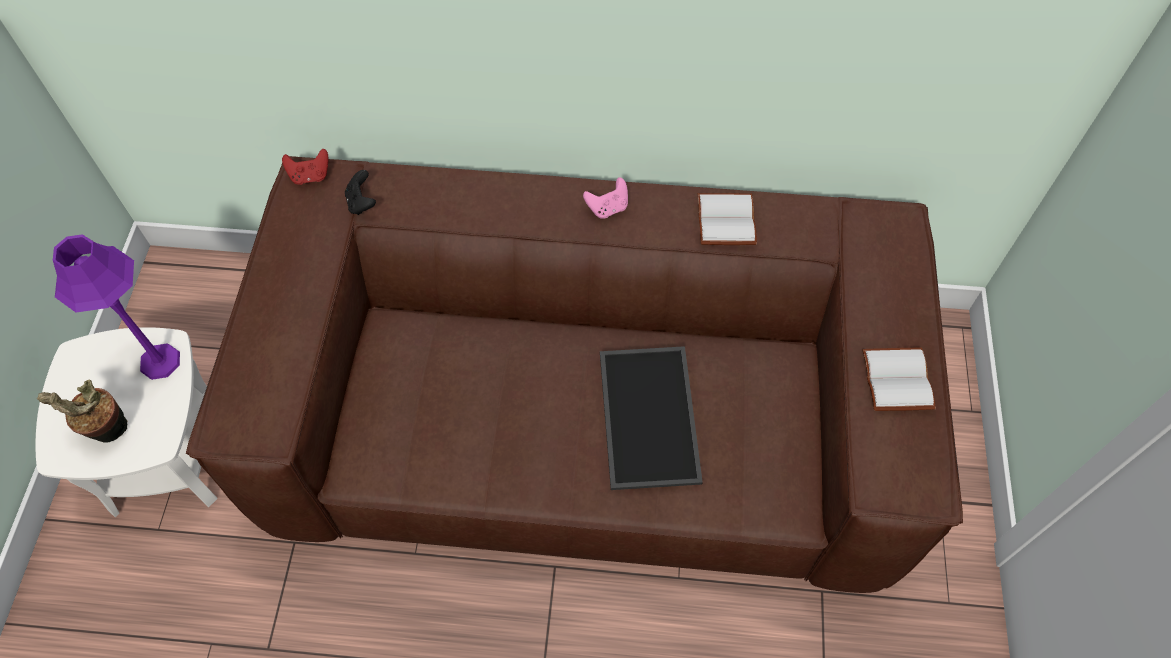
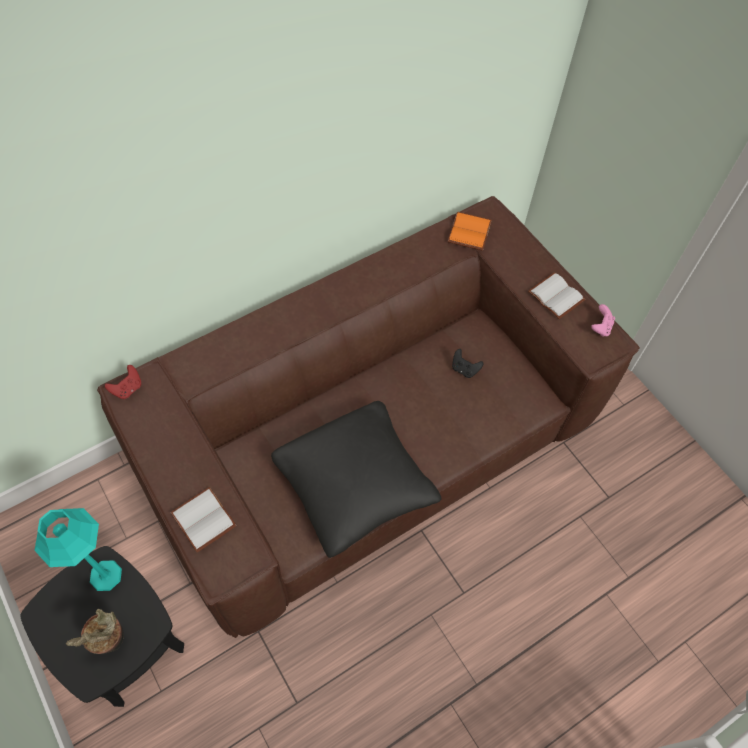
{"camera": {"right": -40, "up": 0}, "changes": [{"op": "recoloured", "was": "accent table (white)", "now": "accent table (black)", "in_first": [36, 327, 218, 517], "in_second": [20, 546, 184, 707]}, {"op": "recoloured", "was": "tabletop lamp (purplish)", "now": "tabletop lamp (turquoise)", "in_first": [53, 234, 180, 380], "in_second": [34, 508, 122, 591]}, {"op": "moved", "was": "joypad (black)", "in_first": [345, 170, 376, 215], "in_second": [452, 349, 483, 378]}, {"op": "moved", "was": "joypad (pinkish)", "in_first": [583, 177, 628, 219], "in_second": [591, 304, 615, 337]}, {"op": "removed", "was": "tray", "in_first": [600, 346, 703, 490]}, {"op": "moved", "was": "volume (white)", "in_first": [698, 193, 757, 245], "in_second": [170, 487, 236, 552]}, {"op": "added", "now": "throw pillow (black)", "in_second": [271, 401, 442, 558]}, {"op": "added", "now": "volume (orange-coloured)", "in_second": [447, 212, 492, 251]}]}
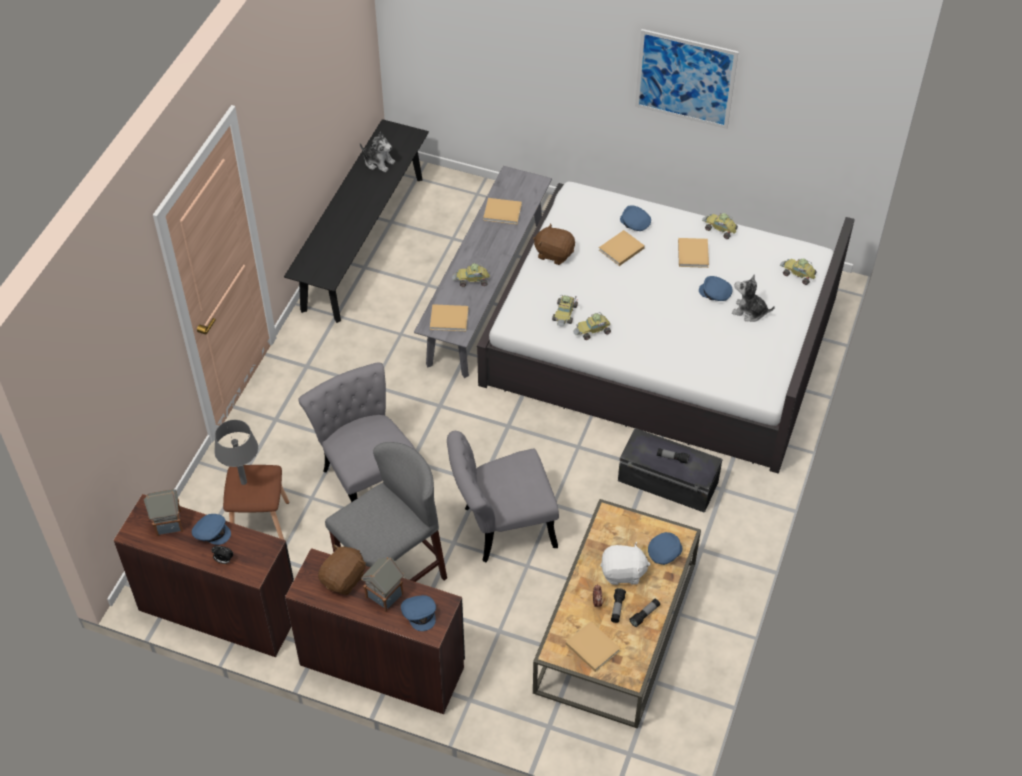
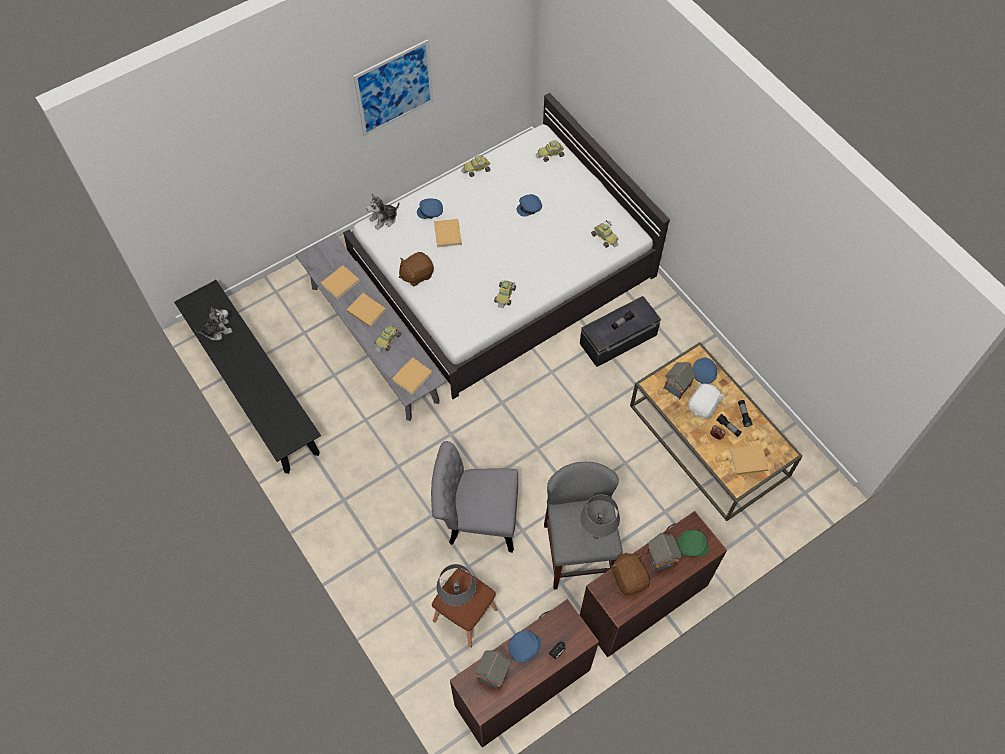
{"camera": {"right": -55, "up": 10}, "changes": [{"op": "recoloured", "was": "baseball cap (blue-coloured)", "now": "baseball cap (green)", "in_first": [401, 595, 436, 631], "in_second": [677, 530, 709, 557]}, {"op": "removed", "was": "plain chair (greyish)", "in_first": [447, 431, 559, 562]}, {"op": "moved", "was": "toy car", "in_first": [552, 295, 578, 326], "in_second": [591, 220, 619, 248]}, {"op": "moved", "was": "volume (beige-coloured)", "in_first": [678, 238, 709, 268], "in_second": [346, 293, 386, 327]}, {"op": "moved", "was": "soft toy", "in_first": [732, 274, 775, 322], "in_second": [366, 194, 399, 230]}, {"op": "added", "now": "tabletop lamp (greyish)", "in_second": [580, 495, 620, 539]}, {"op": "added", "now": "model house", "in_second": [664, 362, 696, 399]}]}
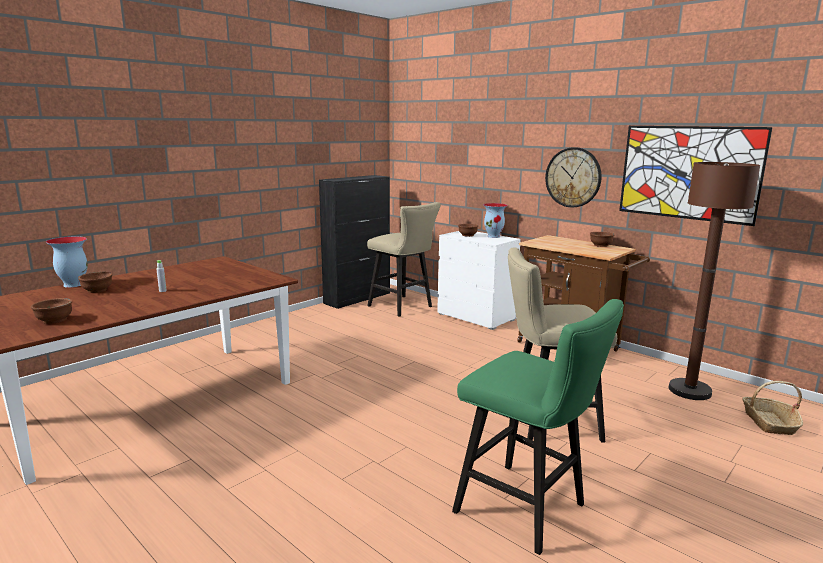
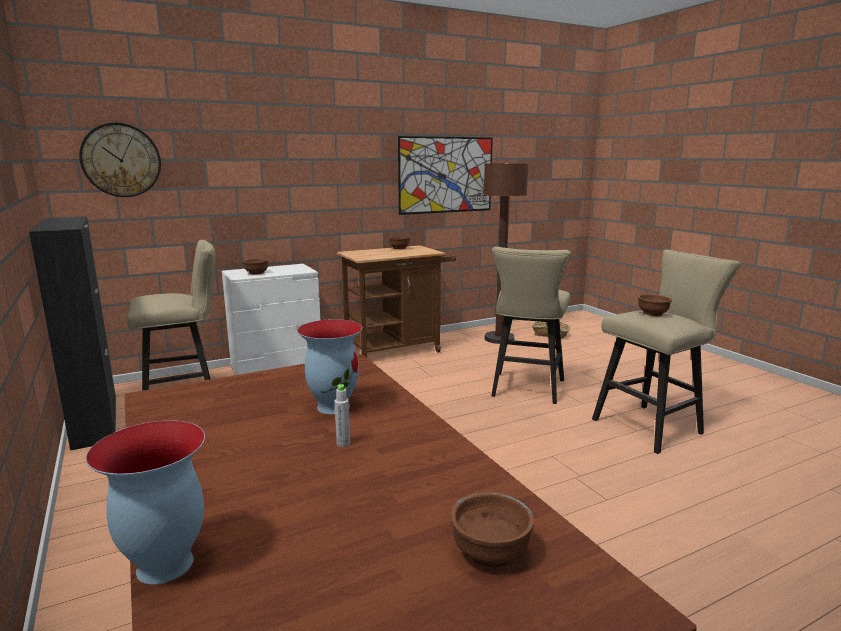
{"camera": {"right": -70, "up": 0}, "changes": [{"op": "moved", "was": "bowl (brown-coloured)", "in_first": [78, 272, 112, 293], "in_second": [638, 294, 672, 316]}, {"op": "recoloured", "was": "sitting stool (green)", "now": "sitting stool (beige-coloured)", "in_first": [452, 299, 624, 555], "in_second": [592, 249, 740, 454]}, {"op": "moved", "was": "vase", "in_first": [483, 203, 508, 238], "in_second": [297, 319, 362, 414]}, {"op": "moved", "was": "hanging clock", "in_first": [545, 147, 602, 208], "in_second": [79, 123, 161, 197]}]}
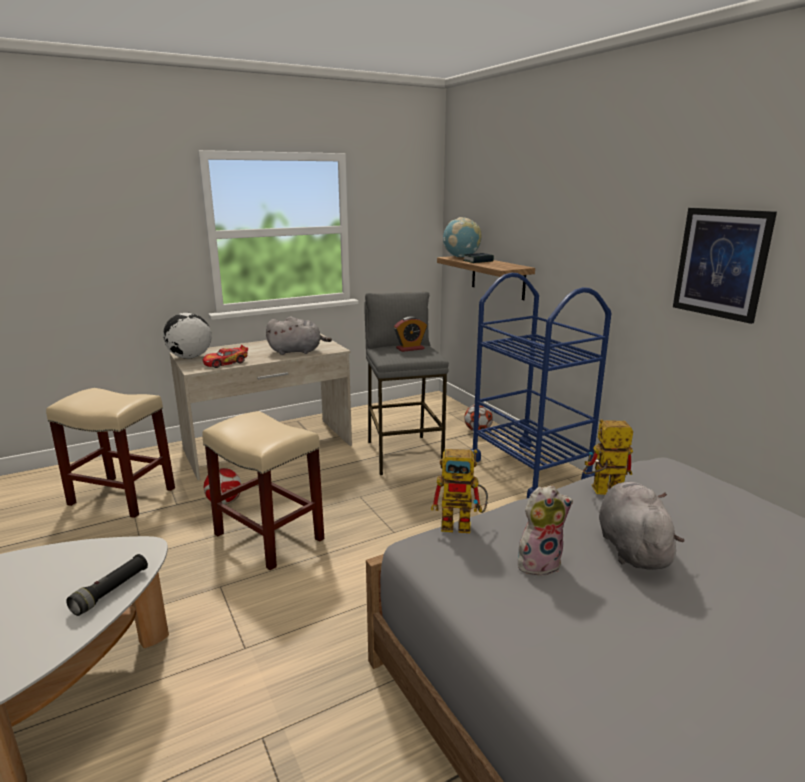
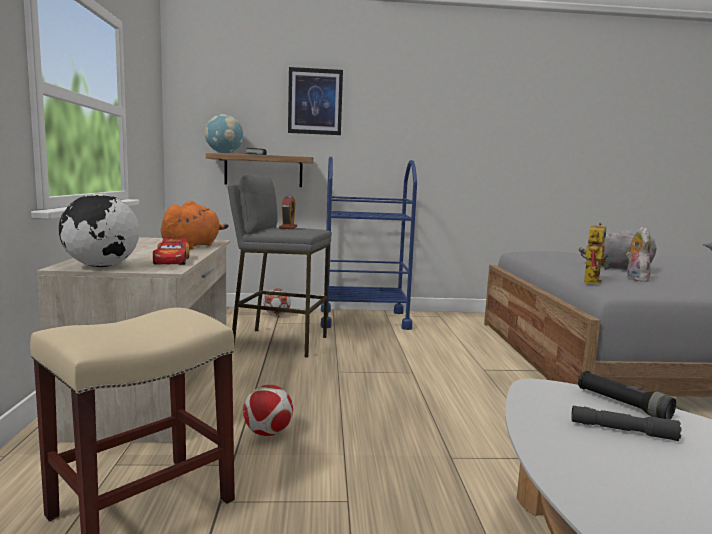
{"camera": {"right": -65, "up": -10}, "changes": [{"op": "removed", "was": "sitting stool (beige-coloured)", "in_first": [202, 411, 324, 571]}, {"op": "recoloured", "was": "soft toy (greyish)", "now": "soft toy (orange-coloured)", "in_first": [266, 317, 332, 355], "in_second": [161, 200, 229, 249]}, {"op": "removed", "was": "robot figure", "in_first": [583, 419, 633, 495]}, {"op": "moved", "was": "wall art", "in_first": [673, 208, 777, 324], "in_second": [288, 67, 343, 135]}, {"op": "added", "now": "flashlight (greyish)", "in_second": [571, 406, 682, 441]}]}
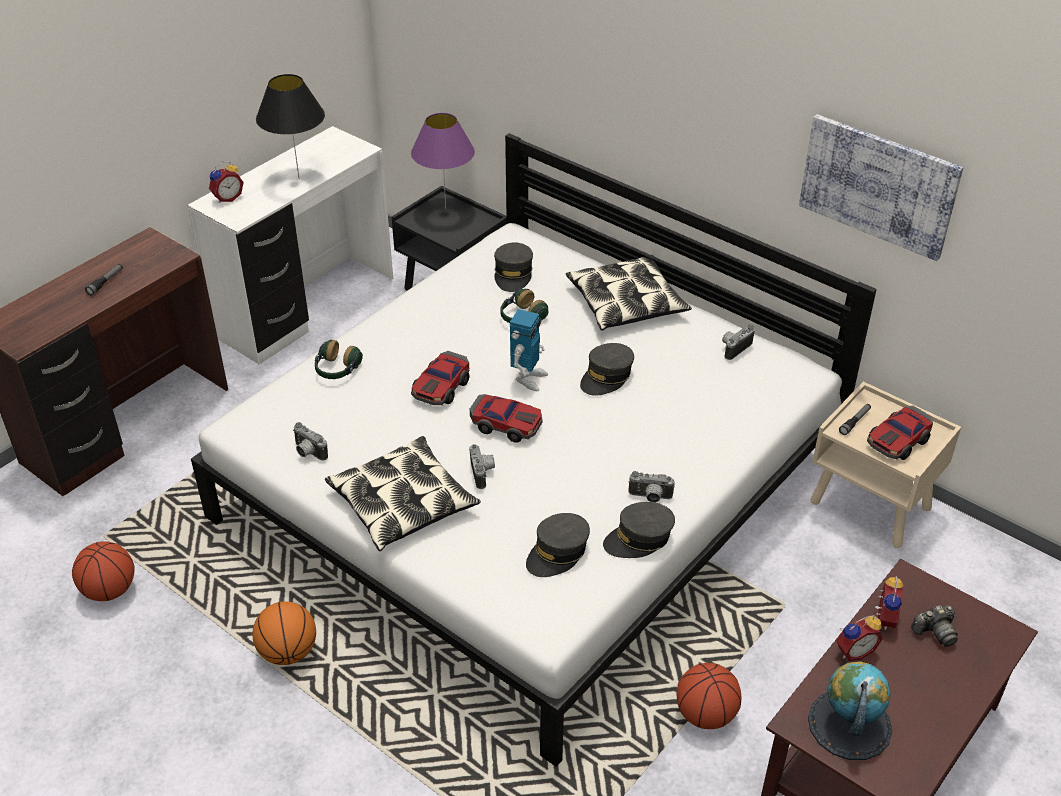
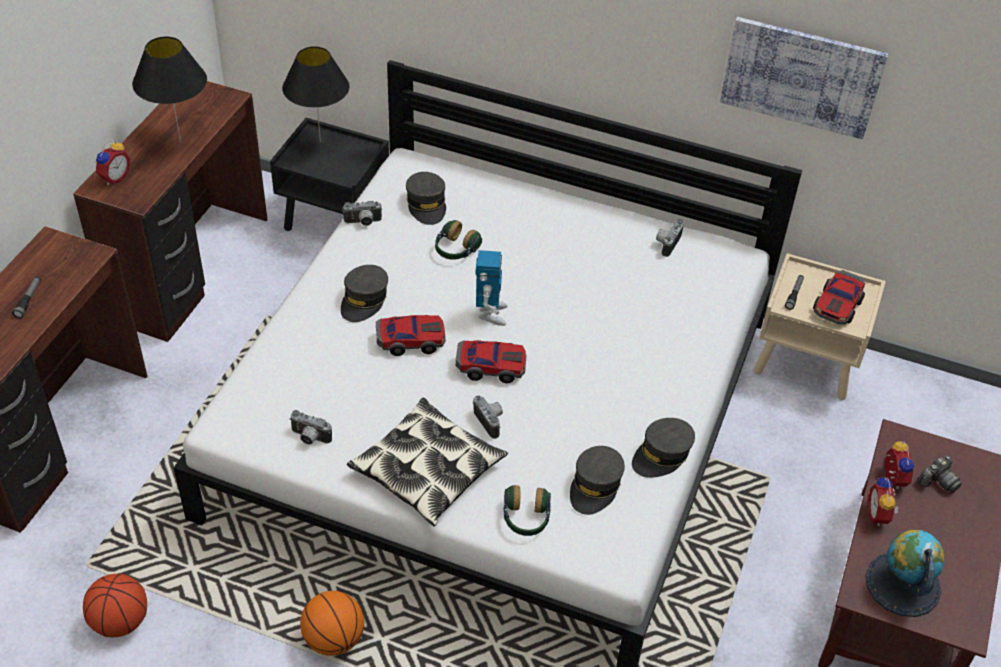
{"camera": {"right": -20, "up": 5}, "changes": [{"op": "recoloured", "was": "desk table (white)", "now": "desk table (brown-coloured)", "in_first": [187, 126, 393, 364], "in_second": [73, 81, 268, 342]}, {"op": "moved", "was": "headphones", "in_first": [315, 340, 363, 379], "in_second": [504, 485, 551, 536]}, {"op": "recoloured", "was": "tabletop lamp (purplish)", "now": "tabletop lamp (black)", "in_first": [411, 113, 475, 209], "in_second": [282, 46, 349, 142]}, {"op": "turned", "was": "toy car", "in_first": [411, 351, 469, 405], "in_second": [376, 315, 446, 356], "clockwise": -105}, {"op": "removed", "was": "throw pillow", "in_first": [566, 255, 692, 331]}, {"op": "moved", "was": "baseball cap (greyish)", "in_first": [580, 343, 634, 396], "in_second": [341, 265, 388, 322]}, {"op": "moved", "was": "photo camera", "in_first": [628, 471, 675, 503], "in_second": [343, 201, 382, 226]}, {"op": "removed", "was": "basketball ball", "in_first": [677, 663, 741, 729]}, {"op": "turned", "was": "bedside clock", "in_first": [836, 615, 883, 661], "in_second": [868, 477, 899, 526], "clockwise": 135}]}
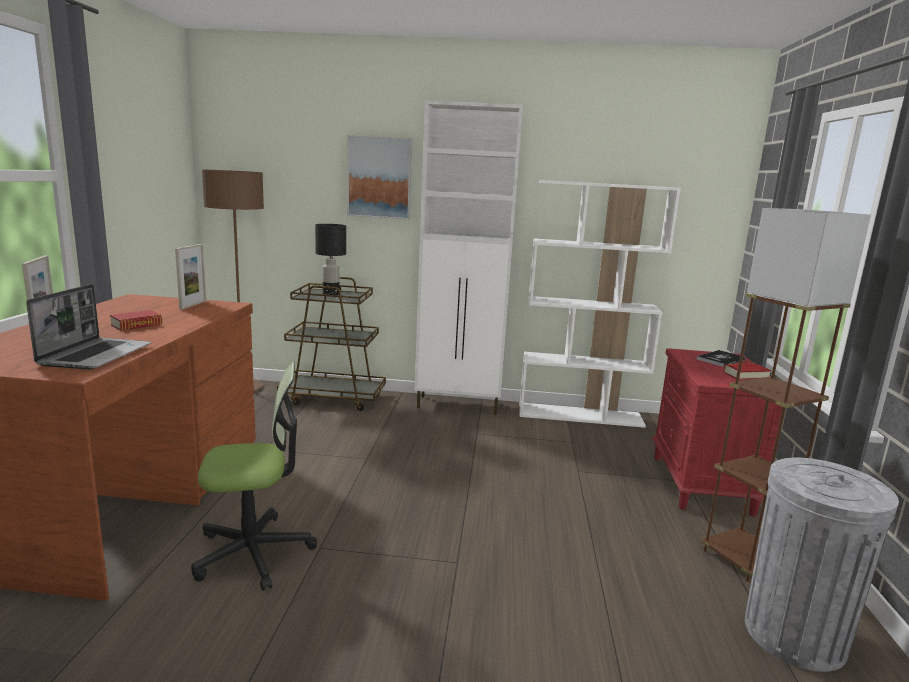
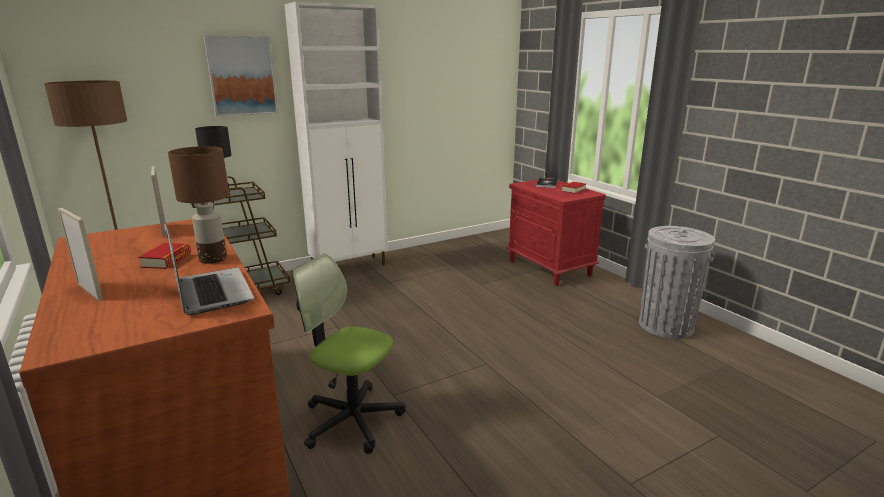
{"camera": {"right": -35, "up": 5}, "changes": [{"op": "turned", "was": "desk chair", "in_first": [191, 362, 317, 591], "in_second": [292, 254, 406, 454], "clockwise": -105}, {"op": "removed", "was": "bookcase (white)", "in_first": [519, 180, 681, 428]}, {"op": "removed", "was": "standing lamp (brown-coloured)", "in_first": [701, 208, 871, 582]}, {"op": "added", "now": "tabletop lamp (brown-coloured)", "in_second": [168, 146, 229, 264]}]}
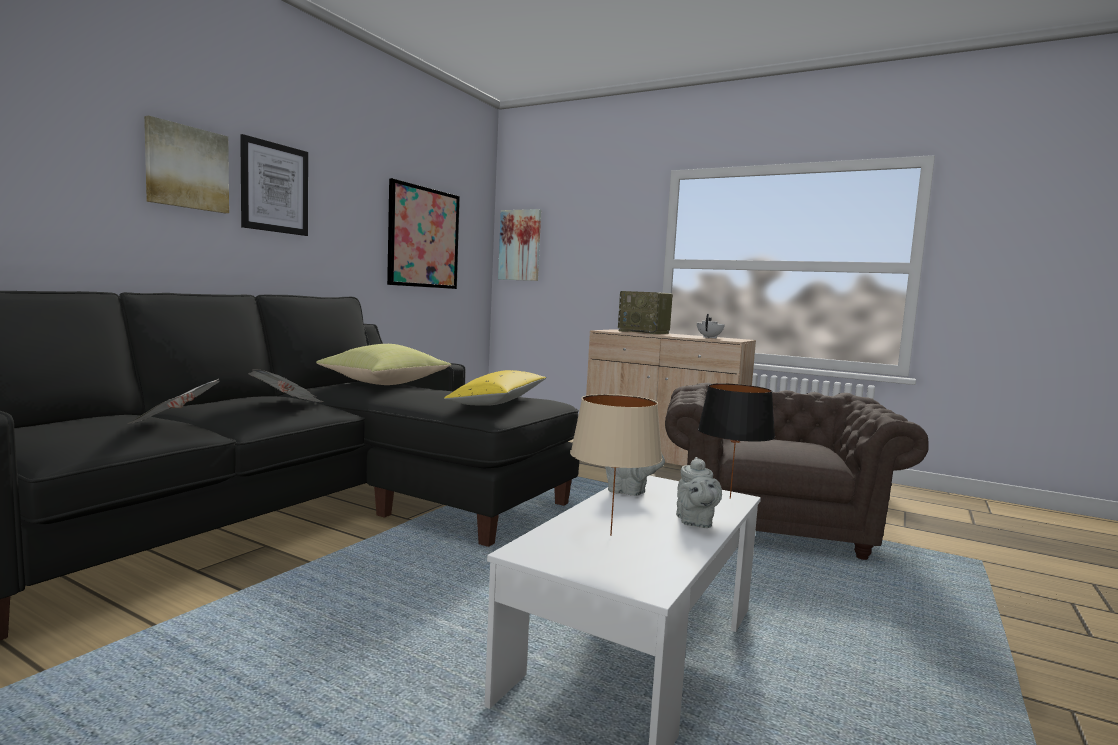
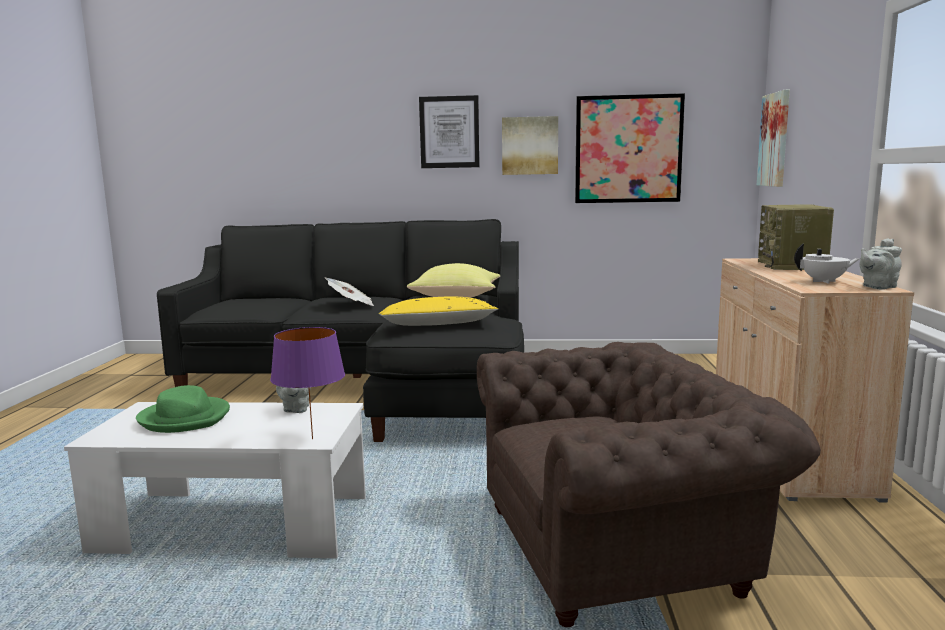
{"camera": {"right": 65, "up": 5}, "changes": [{"op": "removed", "was": "daily paper", "in_first": [127, 379, 220, 424]}, {"op": "moved", "was": "wall art", "in_first": [144, 115, 229, 213], "in_second": [502, 116, 558, 175]}, {"op": "replaced", "was": "tabletop lamp (beige-coloured)", "now": "hat (green)", "in_first": [570, 394, 662, 536], "in_second": [136, 385, 230, 433]}, {"op": "moved", "was": "teapot (greyish)", "in_first": [676, 457, 722, 528], "in_second": [860, 238, 902, 289]}, {"op": "recoloured", "was": "tabletop lamp (black)", "now": "tabletop lamp (purplish)", "in_first": [698, 383, 775, 499], "in_second": [270, 327, 345, 439]}]}
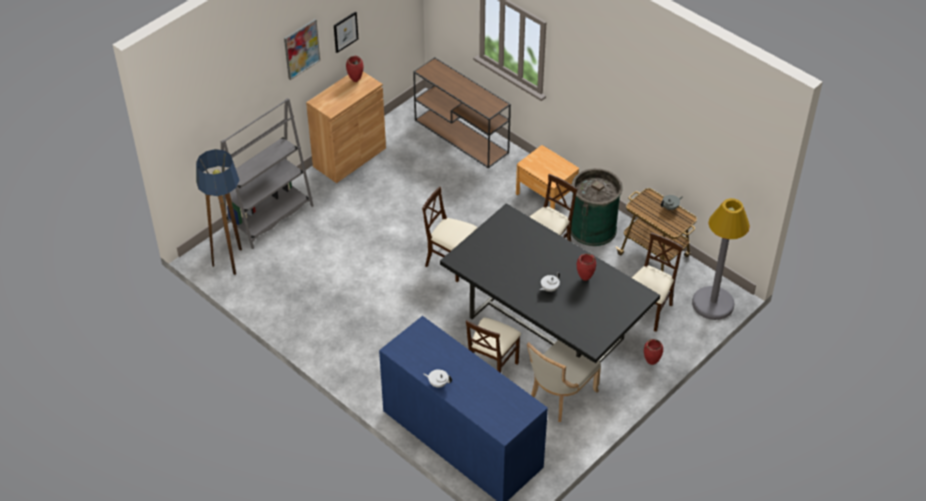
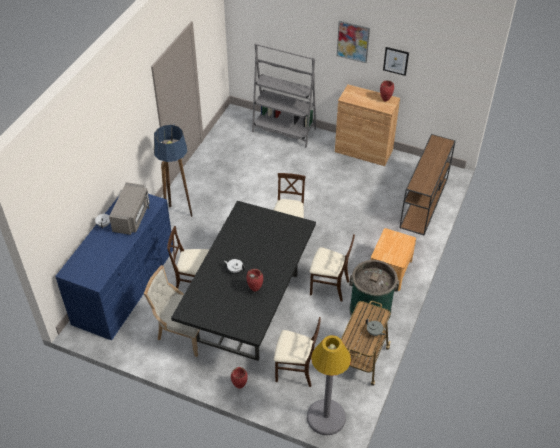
{"camera": {"right": 70, "up": 0}, "changes": [{"op": "moved", "was": "standing lamp", "in_first": [196, 149, 242, 275], "in_second": [154, 125, 192, 217]}, {"op": "added", "now": "kitchen microwave (greyish)", "in_second": [109, 182, 150, 235]}]}
